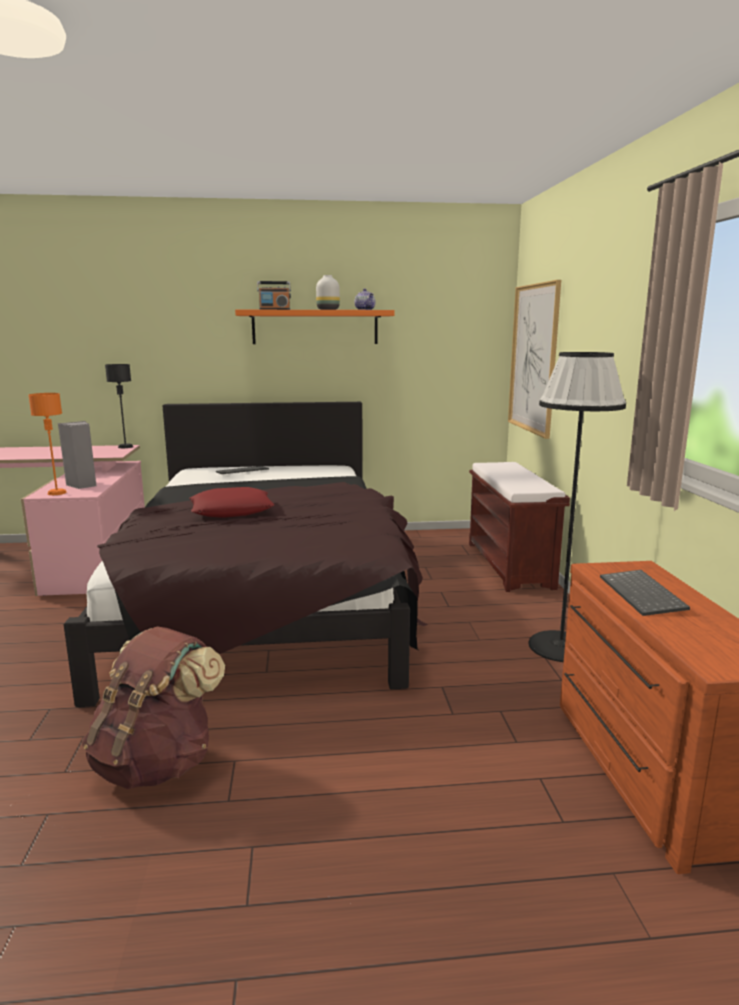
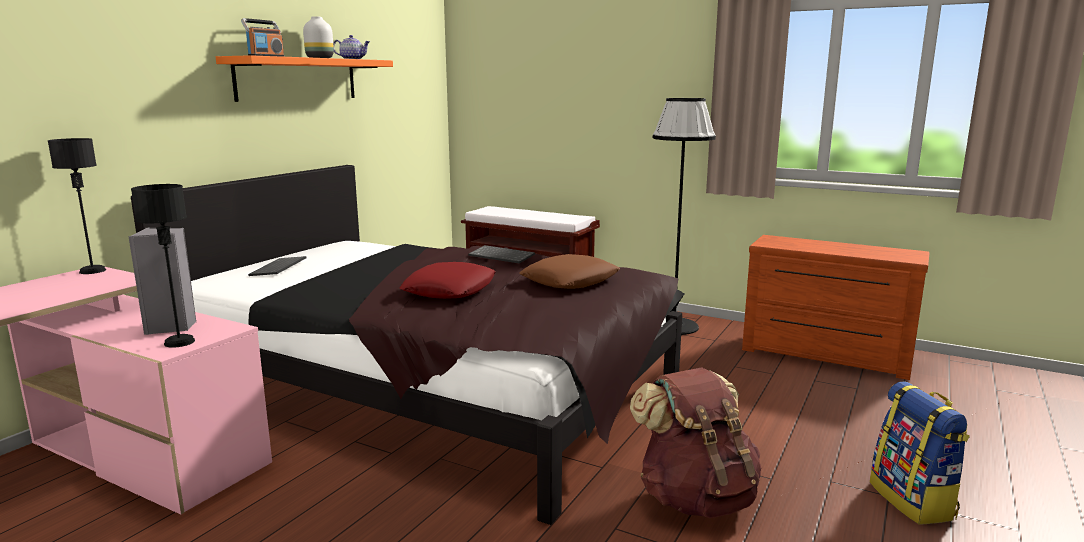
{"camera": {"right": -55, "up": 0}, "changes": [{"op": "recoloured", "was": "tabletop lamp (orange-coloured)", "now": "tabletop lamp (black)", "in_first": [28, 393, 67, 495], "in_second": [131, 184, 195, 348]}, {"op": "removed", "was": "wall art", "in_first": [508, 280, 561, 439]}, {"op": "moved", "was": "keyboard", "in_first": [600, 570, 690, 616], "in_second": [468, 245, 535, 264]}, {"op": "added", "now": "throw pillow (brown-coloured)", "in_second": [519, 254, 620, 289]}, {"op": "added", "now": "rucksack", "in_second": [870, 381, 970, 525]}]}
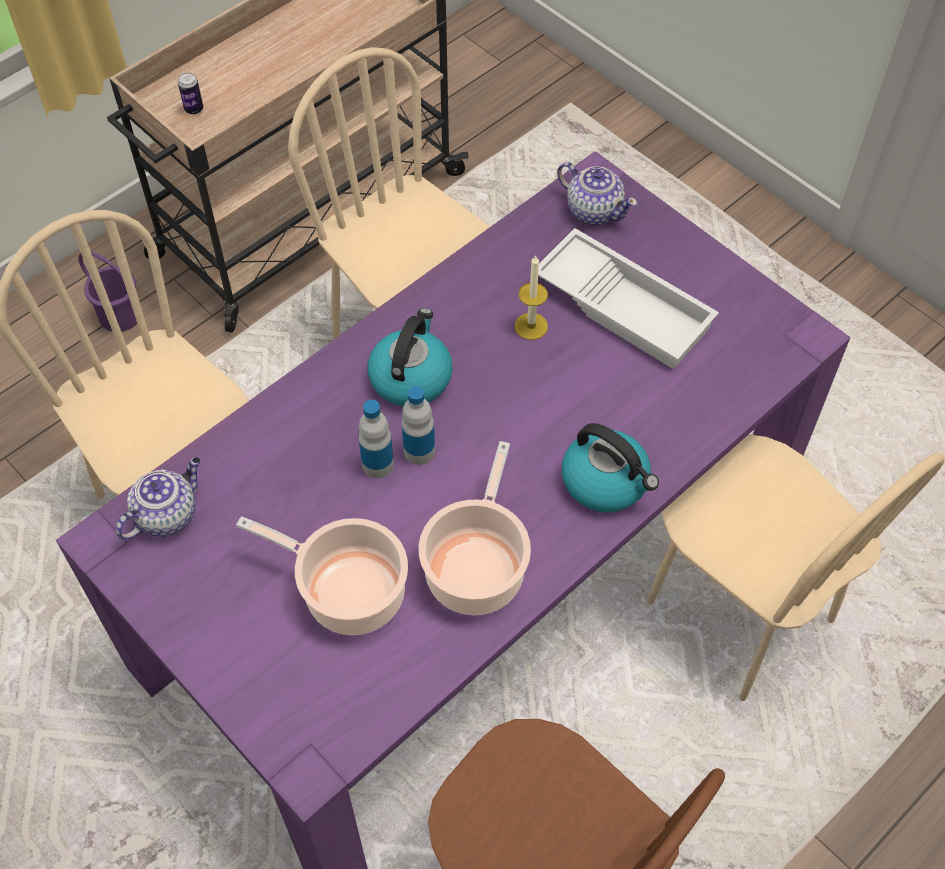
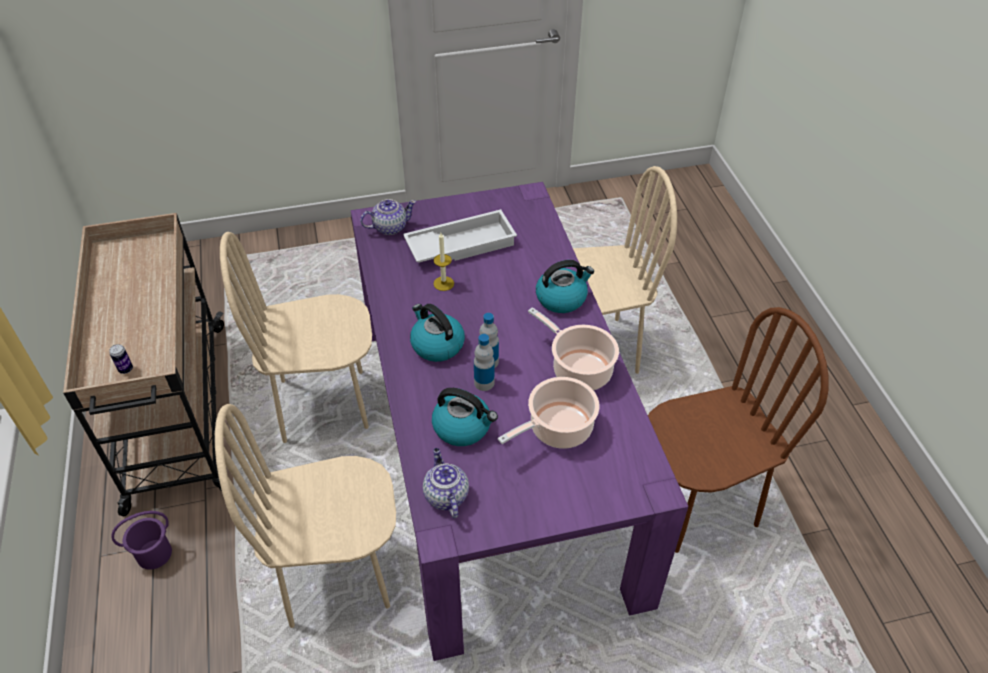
{"camera": {"right": -60, "up": -10}, "changes": [{"op": "added", "now": "tea kettle", "in_second": [432, 388, 498, 446]}]}
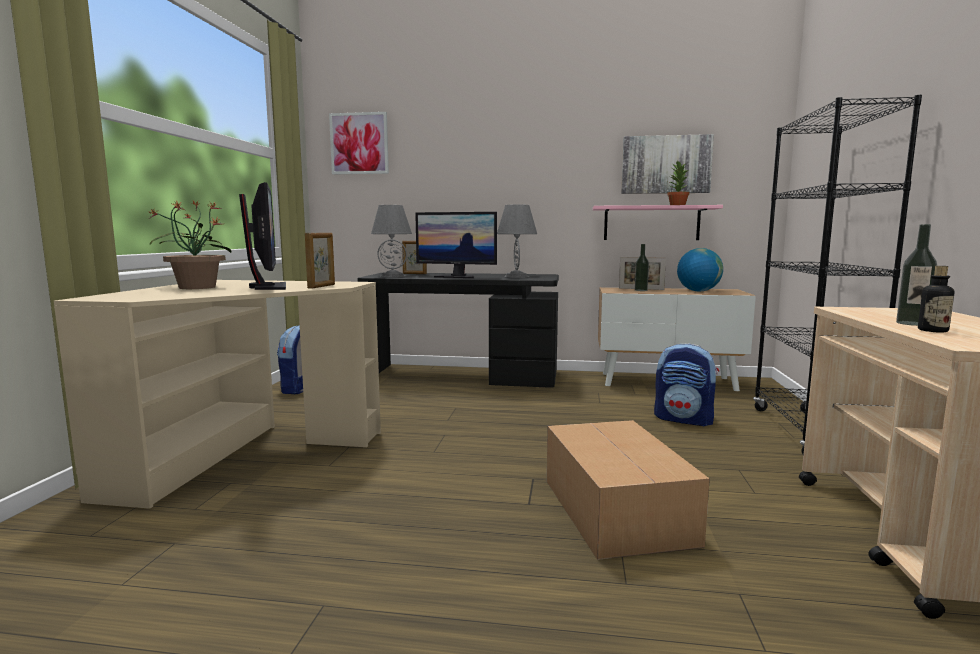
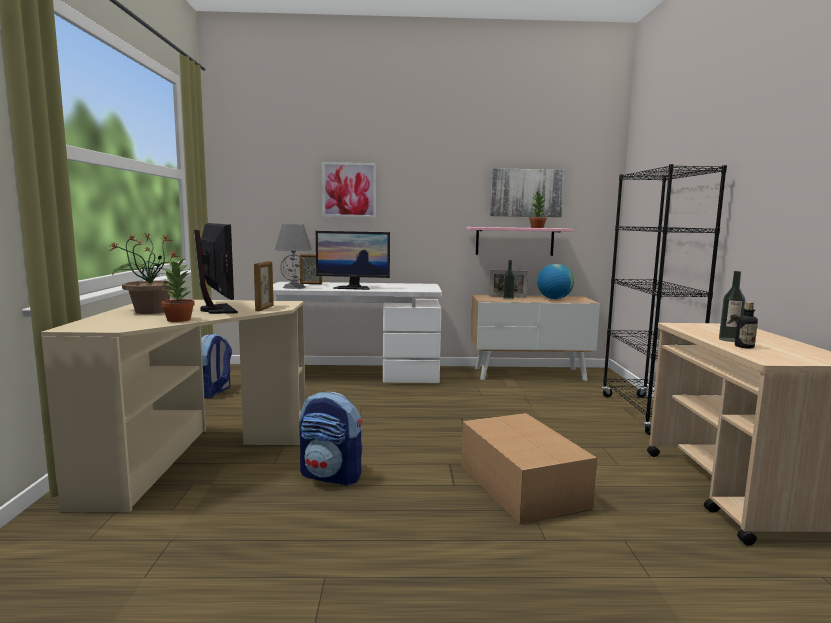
{"camera": {"right": -10, "up": 0}, "changes": [{"op": "moved", "was": "wall art", "in_first": [329, 112, 389, 174], "in_second": [322, 162, 376, 218]}, {"op": "recoloured", "was": "desk table (black)", "now": "desk table (white)", "in_first": [357, 273, 559, 388], "in_second": [273, 282, 442, 383]}, {"op": "removed", "was": "tabletop lamp (greyish)", "in_first": [497, 204, 537, 278]}, {"op": "moved", "was": "rucksack", "in_first": [654, 343, 719, 426], "in_second": [299, 392, 363, 486]}, {"op": "added", "now": "potted plant", "in_second": [159, 258, 195, 322]}]}
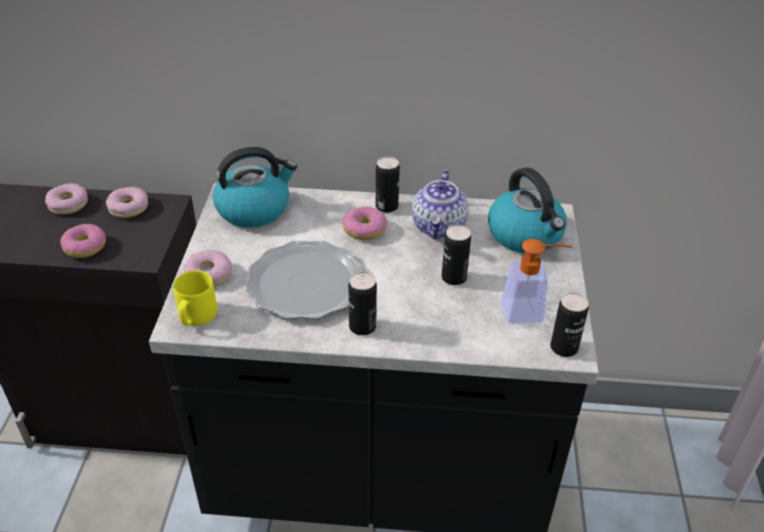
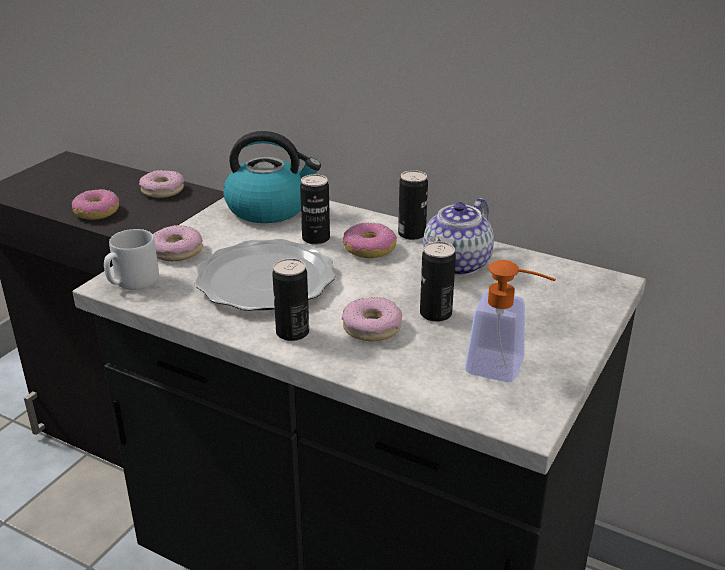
{"camera": {"right": 25, "up": -10}, "changes": [{"op": "moved", "was": "ring doughnut", "in_first": [45, 183, 88, 214], "in_second": [342, 297, 402, 341]}, {"op": "recoloured", "was": "tea mug (yellow-coloured)", "now": "tea mug (greyish)", "in_first": [173, 271, 217, 326], "in_second": [104, 229, 159, 290]}, {"op": "removed", "was": "tea kettle", "in_first": [488, 167, 567, 253]}, {"op": "moved", "was": "can", "in_first": [550, 292, 589, 357], "in_second": [300, 174, 330, 245]}]}
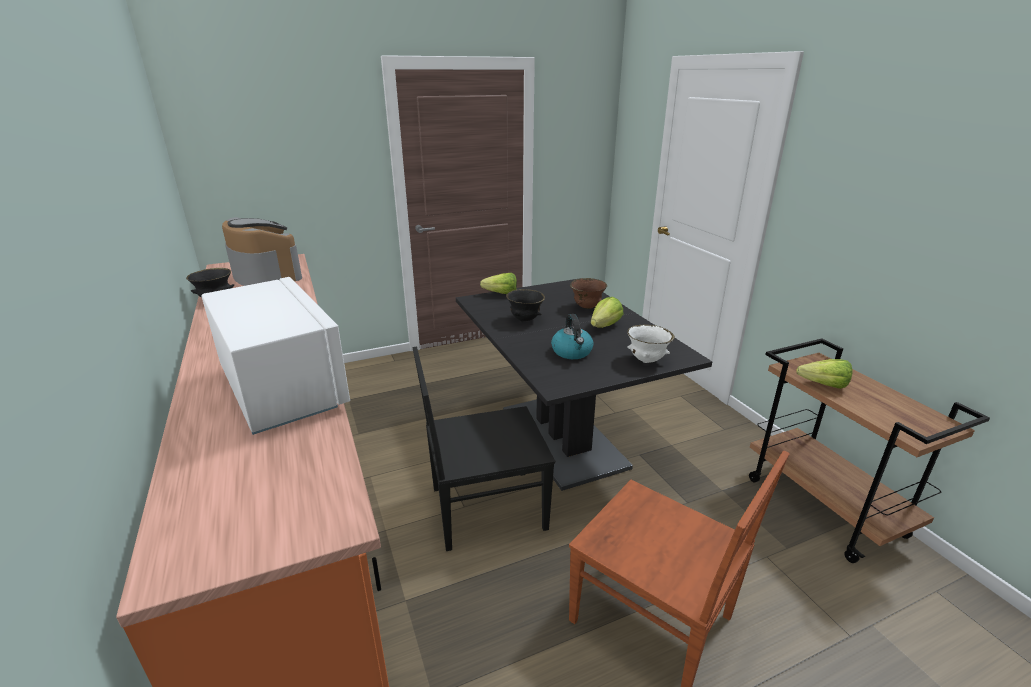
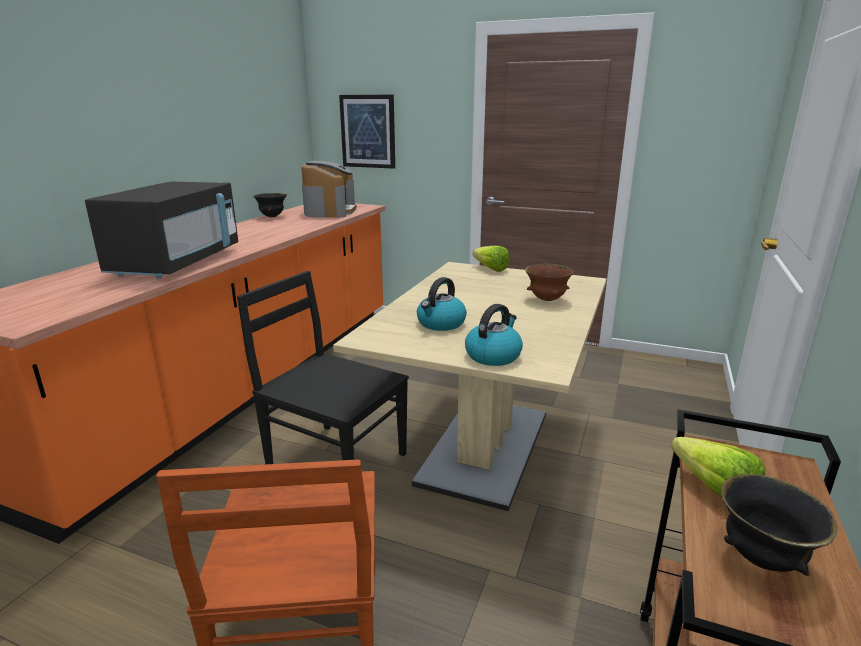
{"camera": {"right": 45, "up": -5}, "changes": [{"op": "recoloured", "was": "kitchen microwave (white)", "now": "kitchen microwave (black)", "in_first": [201, 277, 350, 435], "in_second": [85, 182, 238, 278]}, {"op": "recoloured", "was": "dining table (black)", "now": "dining table (beige-coloured)", "in_first": [456, 278, 712, 491], "in_second": [333, 262, 606, 511]}, {"op": "moved", "was": "bowl (black)", "in_first": [506, 289, 545, 321], "in_second": [721, 474, 838, 576]}, {"op": "removed", "was": "lettuce head", "in_first": [591, 297, 624, 328]}, {"op": "replaced", "was": "bowl (white)", "now": "tea kettle", "in_first": [627, 324, 675, 363], "in_second": [465, 304, 523, 366]}, {"op": "added", "now": "wall art", "in_second": [339, 95, 395, 169]}]}
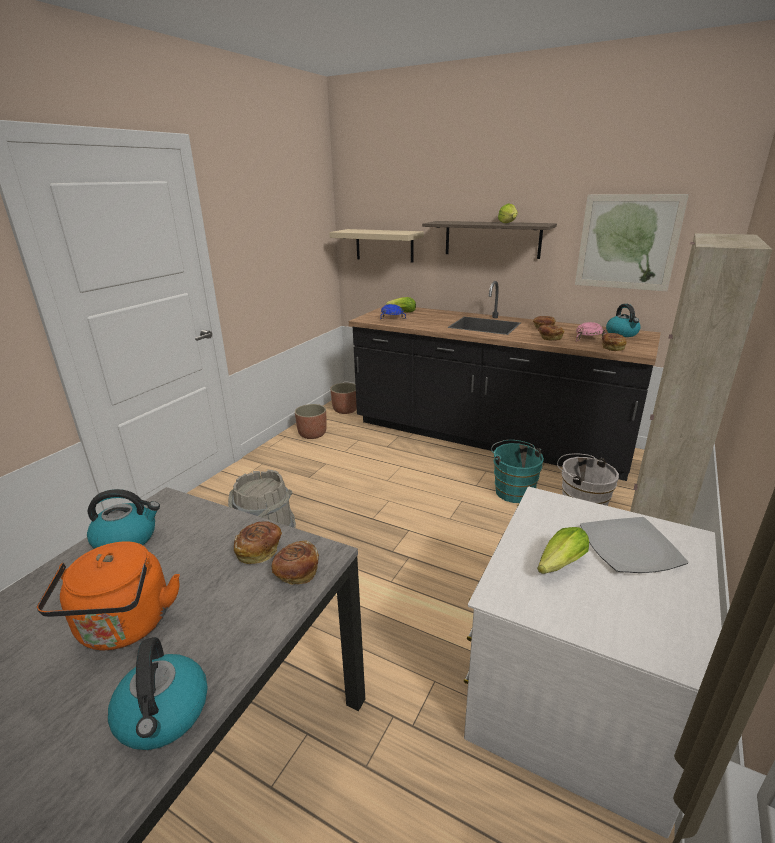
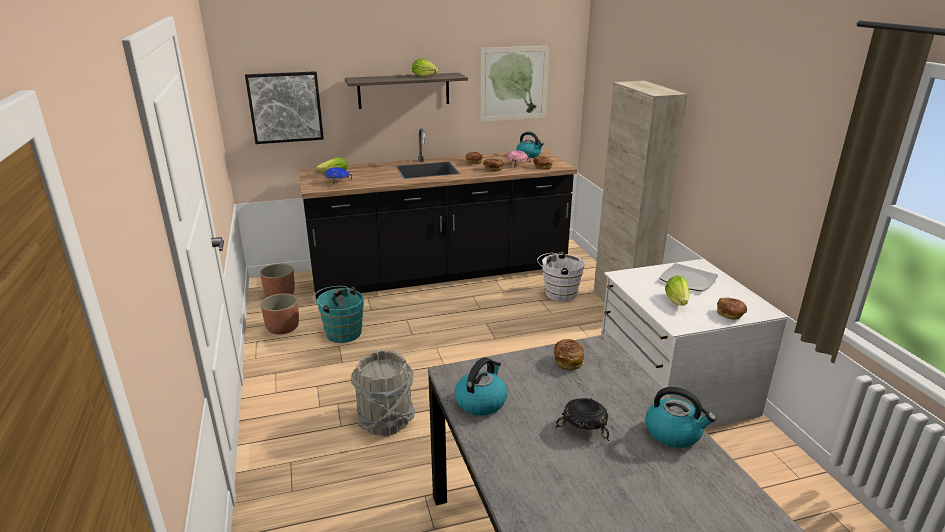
{"camera": {"right": -45, "up": 0}, "changes": [{"op": "replaced", "was": "tea kettle (orange-coloured)", "now": "bowl (black)", "in_first": [37, 541, 180, 650], "in_second": [555, 398, 609, 441]}, {"op": "moved", "was": "bakery bread", "in_first": [272, 540, 319, 585], "in_second": [717, 298, 747, 320]}, {"op": "replaced", "was": "bracket shelf (beige-coloured)", "now": "wall art", "in_first": [329, 229, 424, 263], "in_second": [245, 71, 324, 144]}, {"op": "moved", "was": "bucket (turquoise)", "in_first": [491, 440, 544, 503], "in_second": [313, 286, 364, 343]}]}
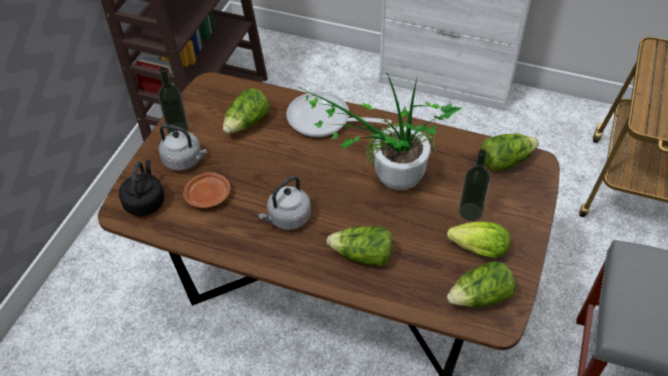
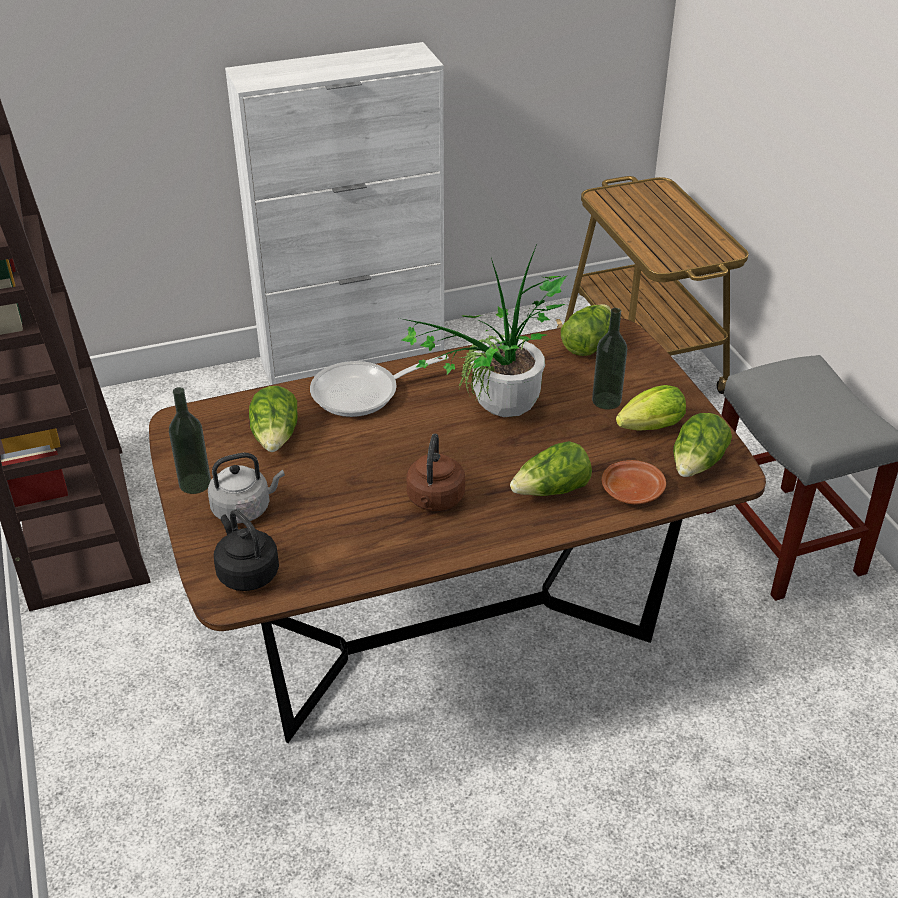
{"camera": {"right": -40, "up": -10}, "changes": [{"op": "moved", "was": "dinner plate (brown-coloured)", "in_first": [183, 172, 231, 208], "in_second": [602, 460, 666, 505]}, {"op": "recoloured", "was": "tea kettle (greyish)", "now": "tea kettle (brown-coloured)", "in_first": [258, 176, 311, 230], "in_second": [407, 434, 465, 511]}]}
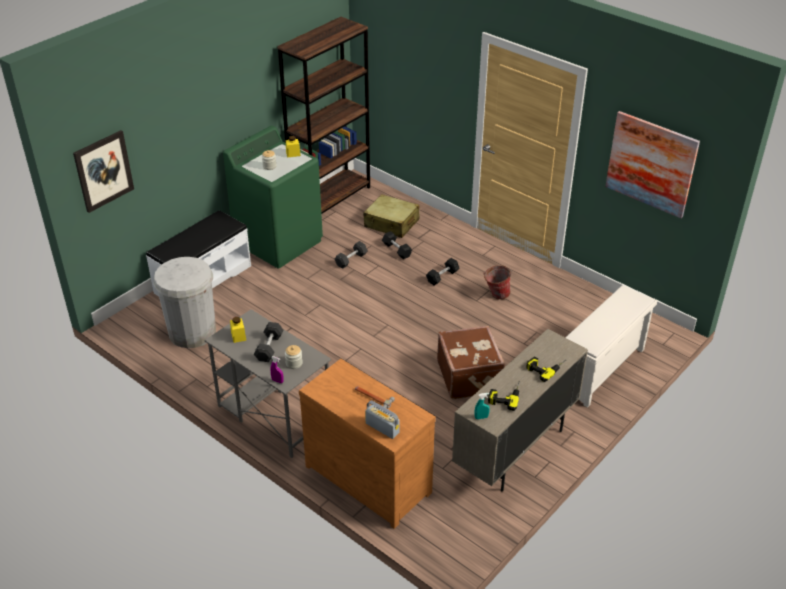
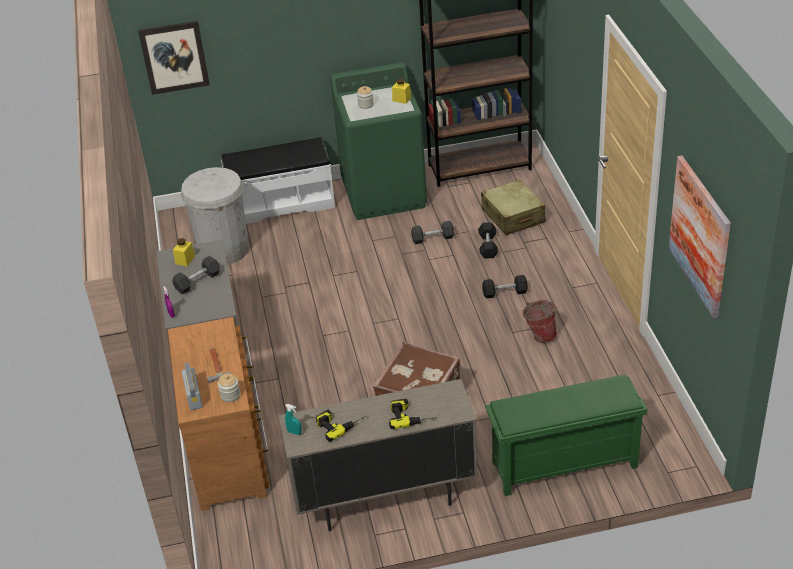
{"camera": {"right": 40, "up": 0}, "changes": [{"op": "moved", "was": "storage jar", "in_first": [285, 345, 303, 369], "in_second": [218, 373, 240, 402]}, {"op": "recoloured", "was": "shoe shelf (white)", "now": "shoe shelf (green)", "in_first": [565, 285, 657, 408], "in_second": [485, 374, 648, 496]}]}
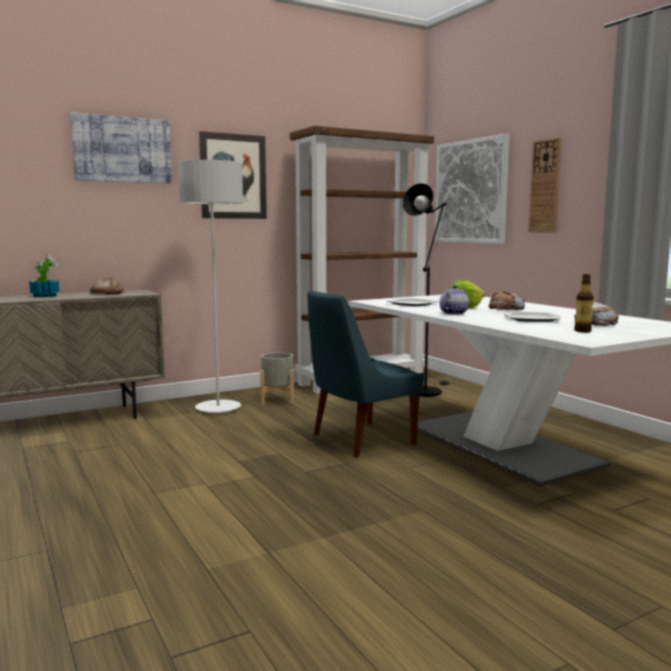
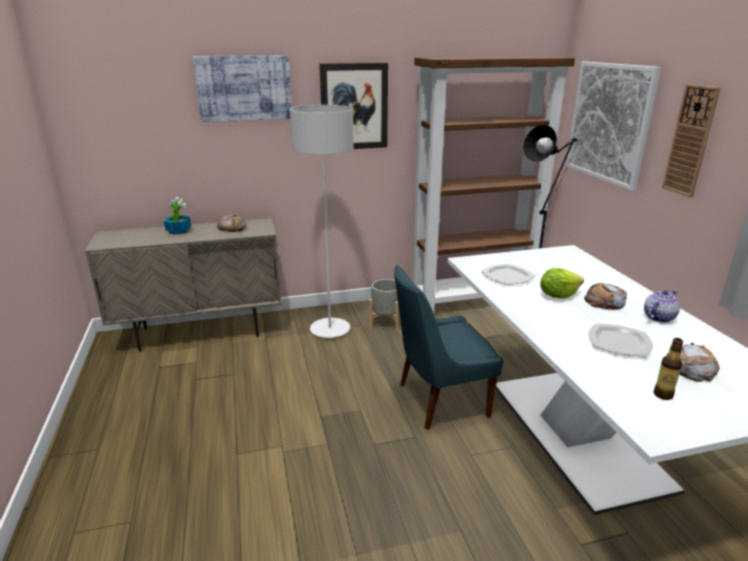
{"camera": {"right": 15, "up": 15}, "changes": [{"op": "moved", "was": "teapot", "in_first": [440, 285, 469, 315], "in_second": [644, 290, 680, 323]}]}
